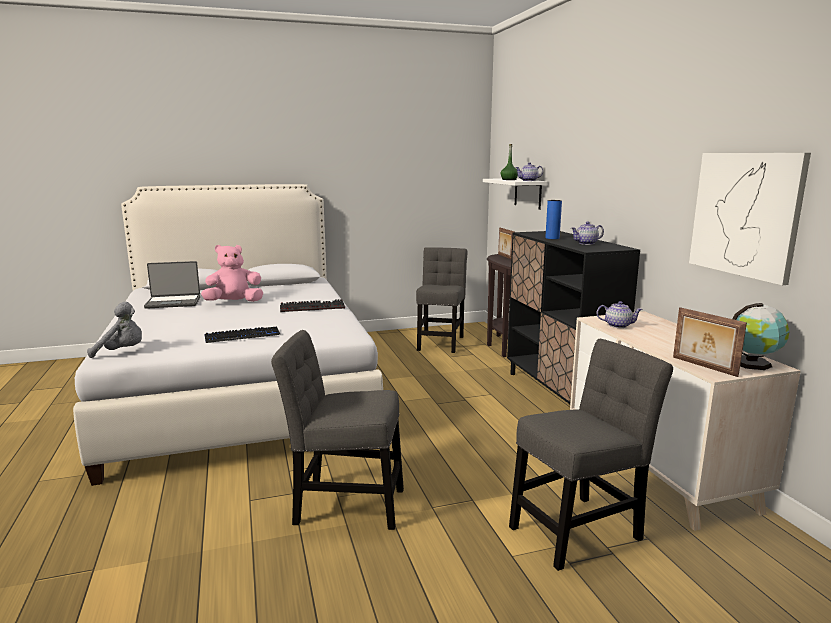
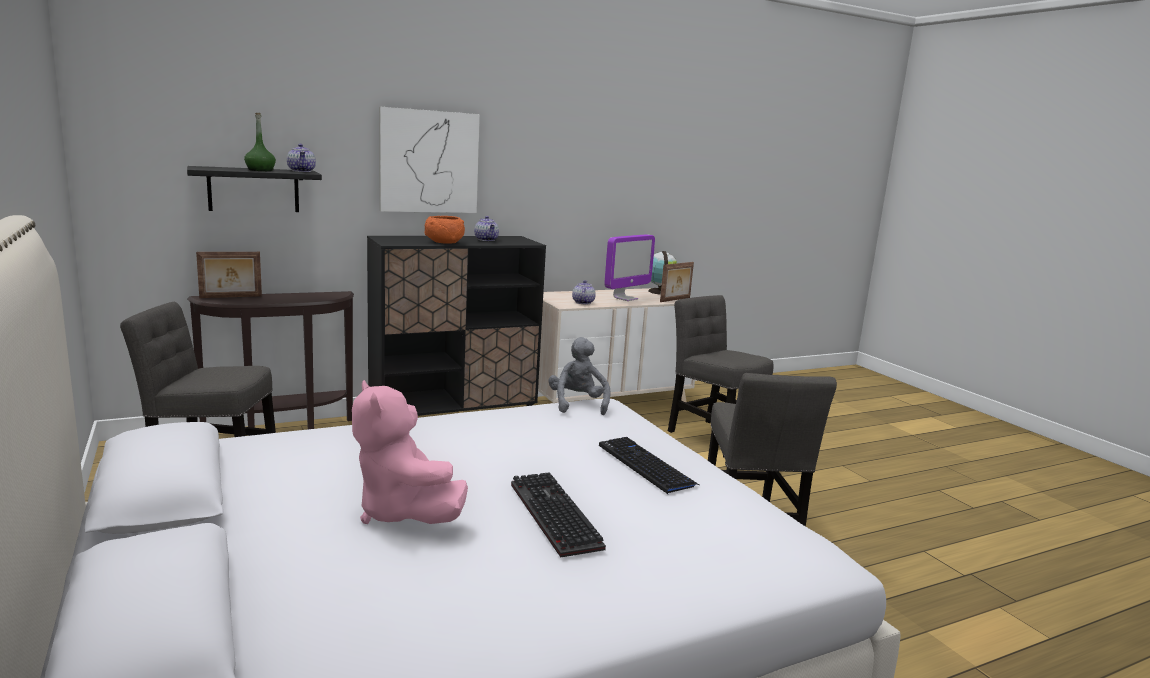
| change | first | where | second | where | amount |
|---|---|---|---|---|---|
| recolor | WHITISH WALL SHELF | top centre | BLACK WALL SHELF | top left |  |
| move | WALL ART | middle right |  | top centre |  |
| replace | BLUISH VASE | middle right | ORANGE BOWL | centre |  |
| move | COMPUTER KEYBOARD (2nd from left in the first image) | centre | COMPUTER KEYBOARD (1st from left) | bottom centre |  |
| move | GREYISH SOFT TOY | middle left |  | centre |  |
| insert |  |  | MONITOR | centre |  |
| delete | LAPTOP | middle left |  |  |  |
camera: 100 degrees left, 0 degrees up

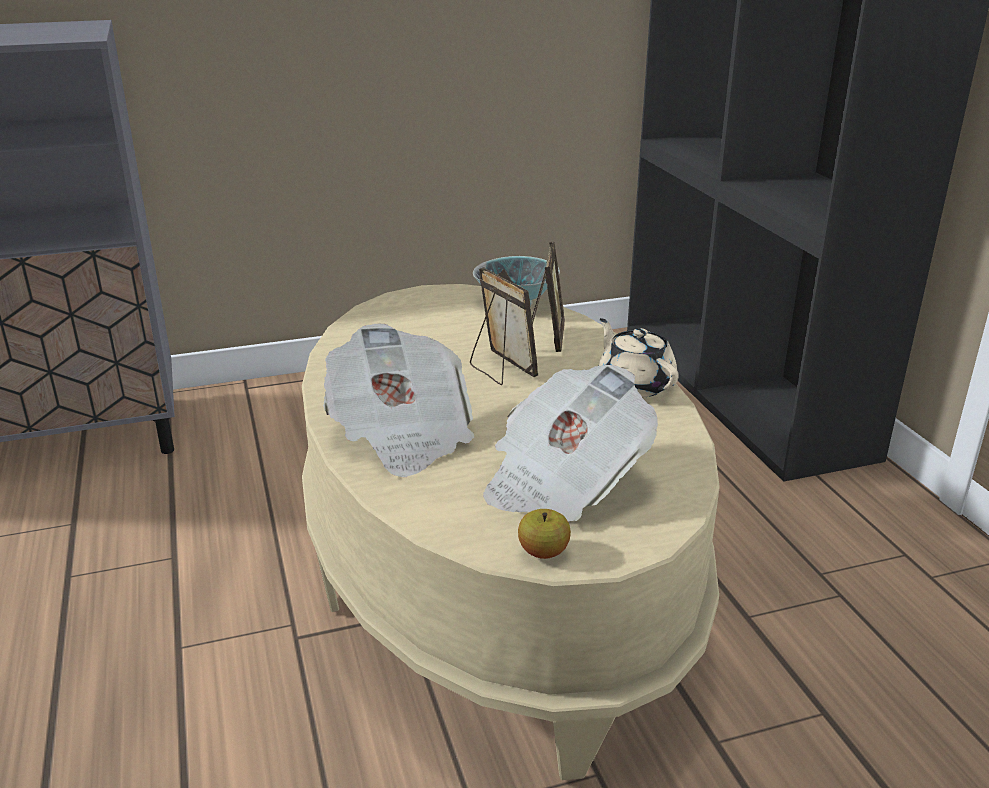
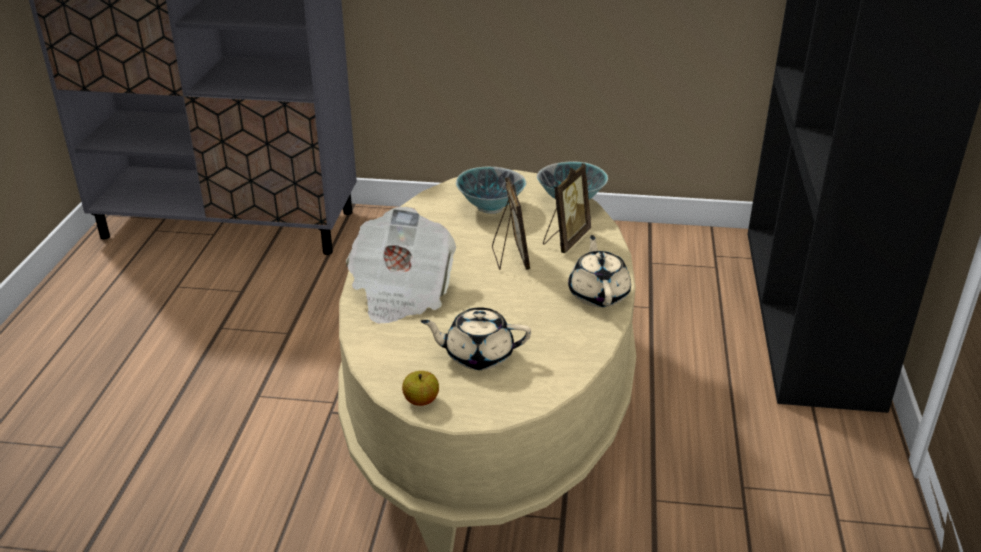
| change | first | where | second | where | amount |
|---|---|---|---|---|---|
| replace | PRINTED PAPER (2nd from left) | centre | BEIGE TEA POT (1st from left) | centre |  |
| insert |  |  | BOWL (1st from left) | centre |  |
camera: 25 degrees right, 5 degrees up

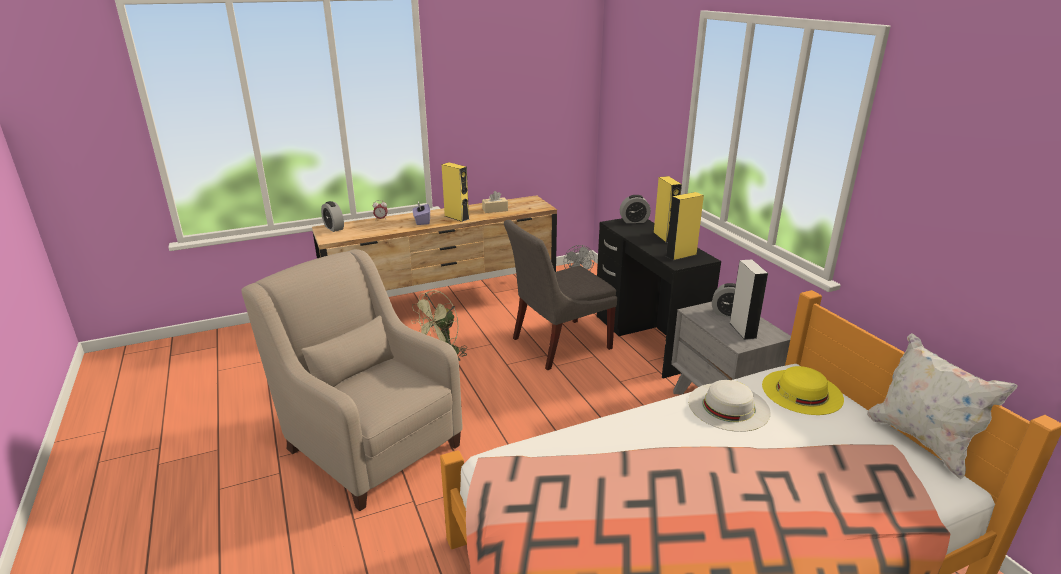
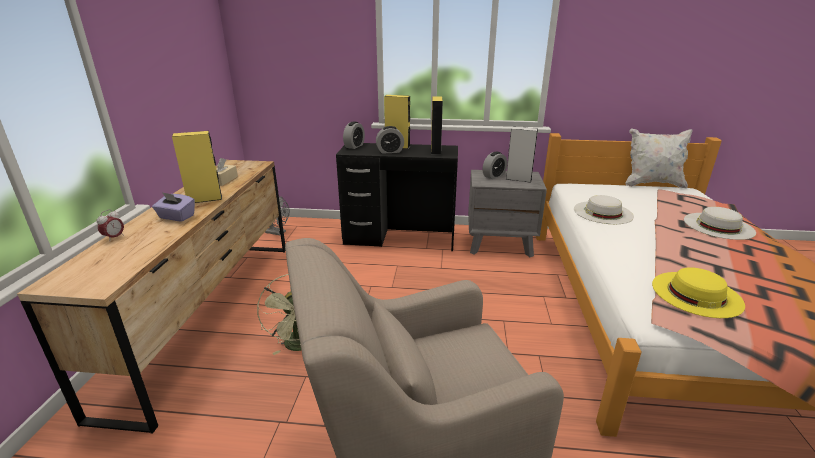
| change | first | where | second | where | amount |
|---|---|---|---|---|---|
| move | TABLE CLOCK (1st from left in the first image) | middle left | TABLE CLOCK (3rd from left) | top centre |  |
| move | YELLOW CLOTHING HAT | bottom right |  | middle right |  |
| insert |  |  | WHITISH CLOTHING HAT (2nd from left) | middle right |  |
| delete | GREYISH UPRIGHT CHAIR | centre |  |  |  |
camera: 60 degrees left, 0 degrees up

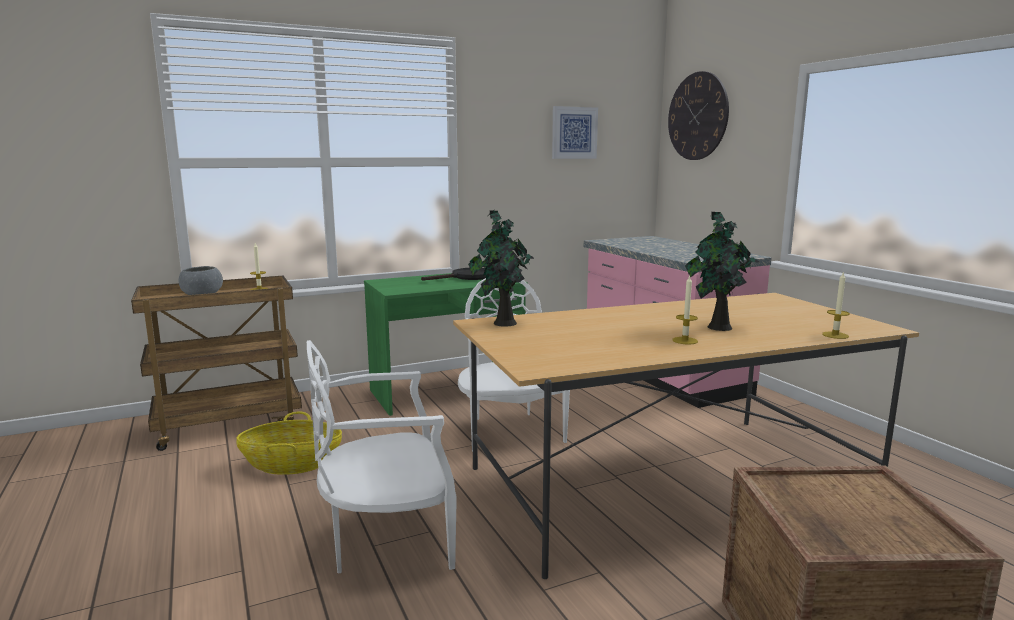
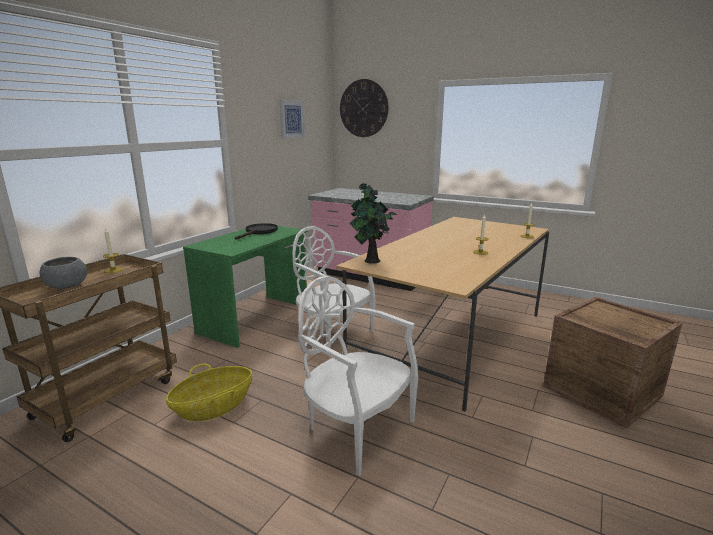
| change | first | where | second | where | amount |
|---|---|---|---|---|---|
| rotate | WHITISH UPRIGHT CHAIR (1st from left in the first image) | bottom centre | WHITISH UPRIGHT CHAIR (2nd from left) | bottom centre | 90 degrees clockwise |
| delete | PLANT IN A POT (2nd from left) | middle right |  |  |  |
camera: 35 degrees left, 5 degrees up

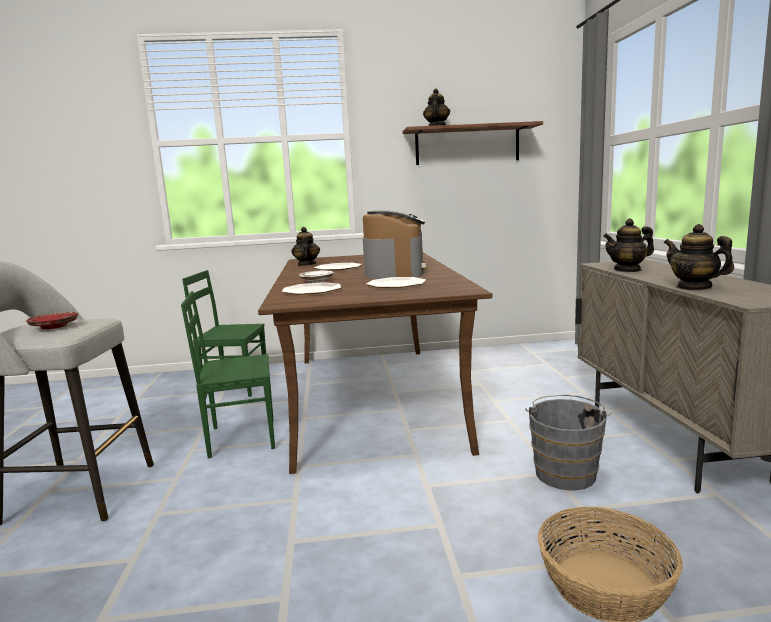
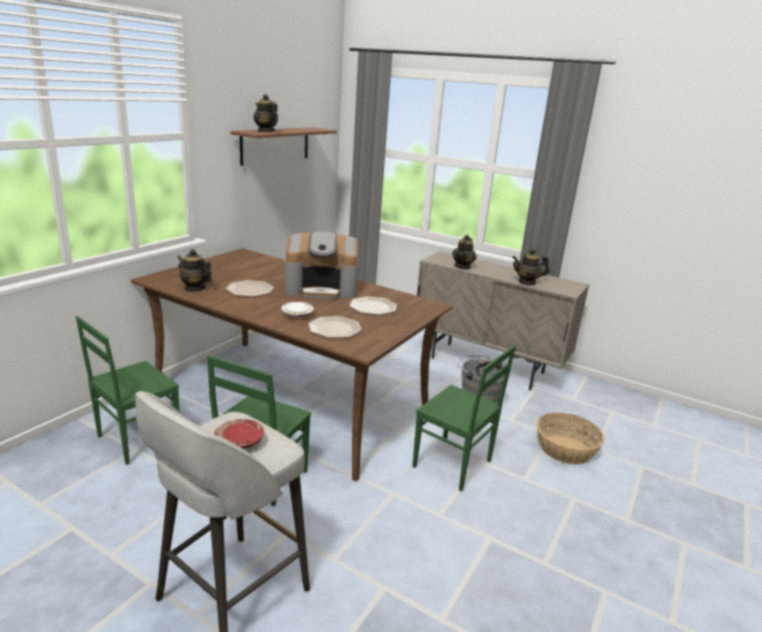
| change | first | where | second | where | amount |
|---|---|---|---|---|---|
| rotate | COFFEE BREWER | centre |  | centre | 135 degrees clockwise |
| insert |  |  | GREEN-COLOURED UPRIGHT CHAIR (3rd from left) | centre |  |
camera: 55 degrees left, 10 degrees up

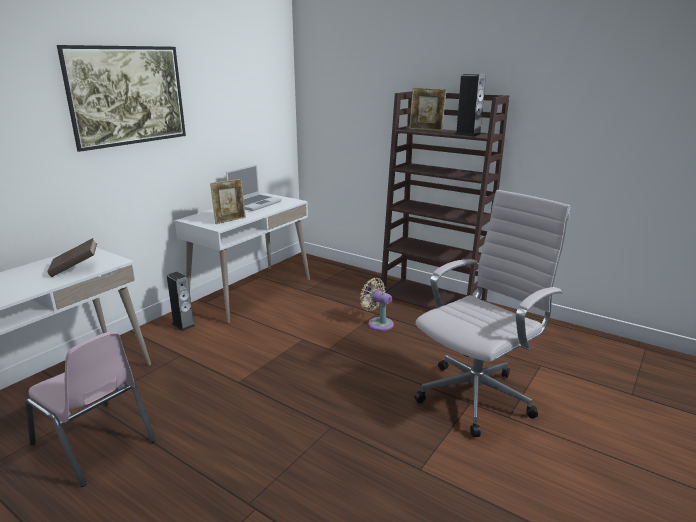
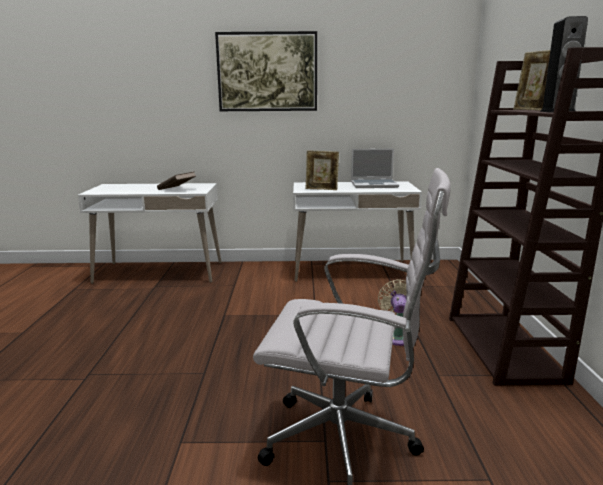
| change | first | where | second | where | amount |
|---|---|---|---|---|---|
| delete | PINK-COLOURED UPRIGHT CHAIR | bottom left |  |  |  |
| delete | LOUDSPEAKER (1st from left) | middle left |  |  |  |
camera: 55 degrees right, 5 degrees down

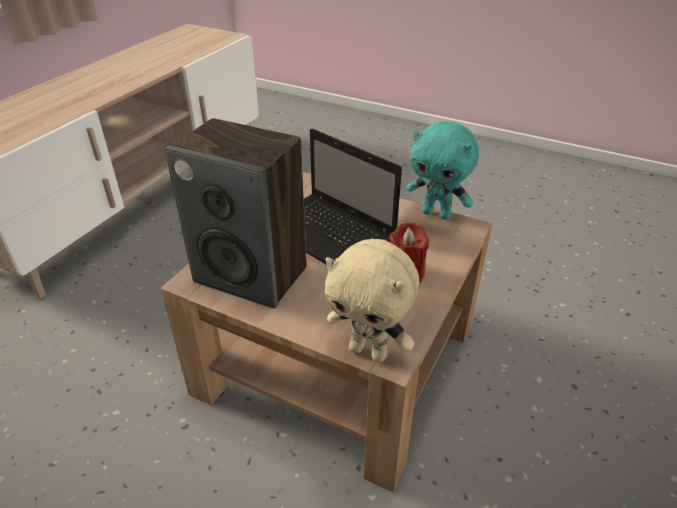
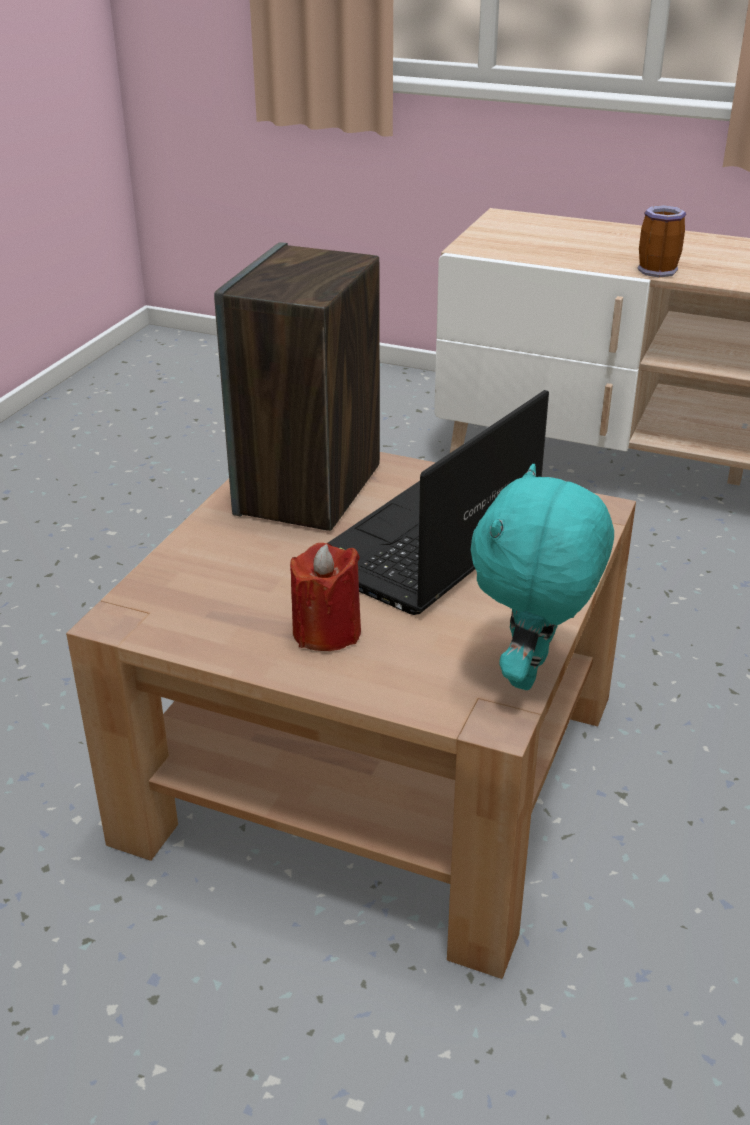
| change | first | where | second | where | amount |
|---|---|---|---|---|---|
| insert |  |  | MUG | top right |  |
| delete | BEIGE SOFT TOY | centre |  |  |  |
camera: 85 degrees right, 5 degrees down

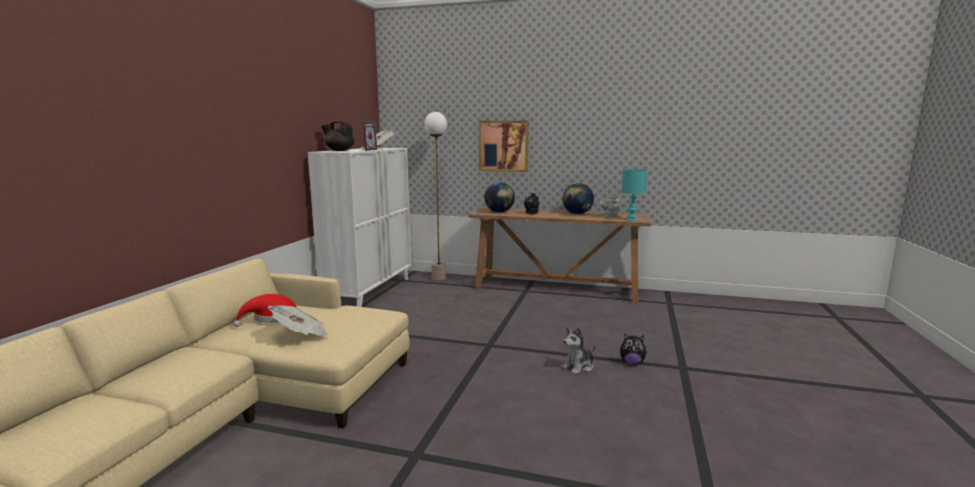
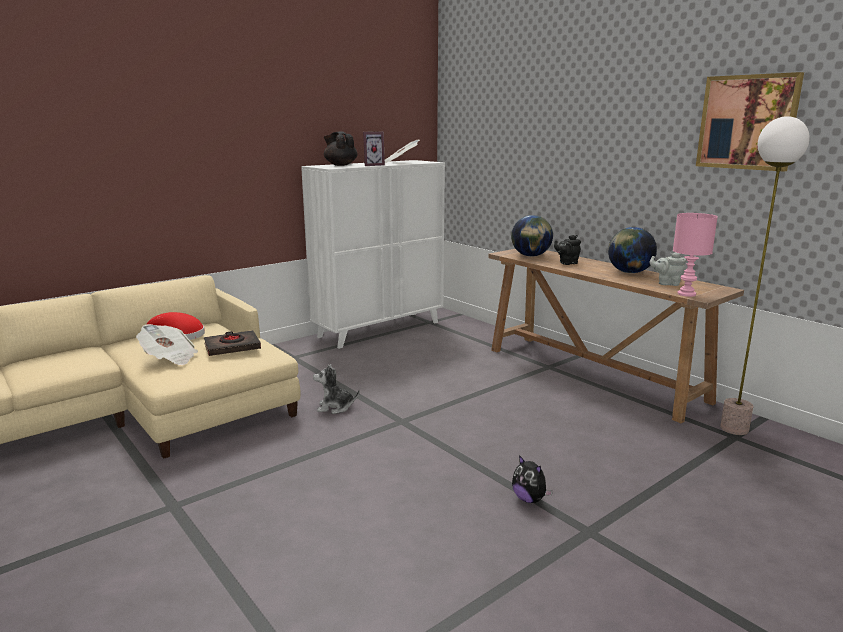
| change | first | where | second | where | amount |
|---|---|---|---|---|---|
| insert |  |  | BLACK VOLUME | middle left |  |
| move | SOFT TOY (1st from left) | bottom centre |  | centre |  |
| recolor | TURQUOISE-COLOURED TABLETOP LAMP | centre | PINK-COLOURED TABLETOP LAMP | middle right |  |
| move | WALL ART | top centre |  | top right |  |
| move | STANDING LAMP | centre |  | middle right |  |
camera: 35 degrees right, 5 degrees up

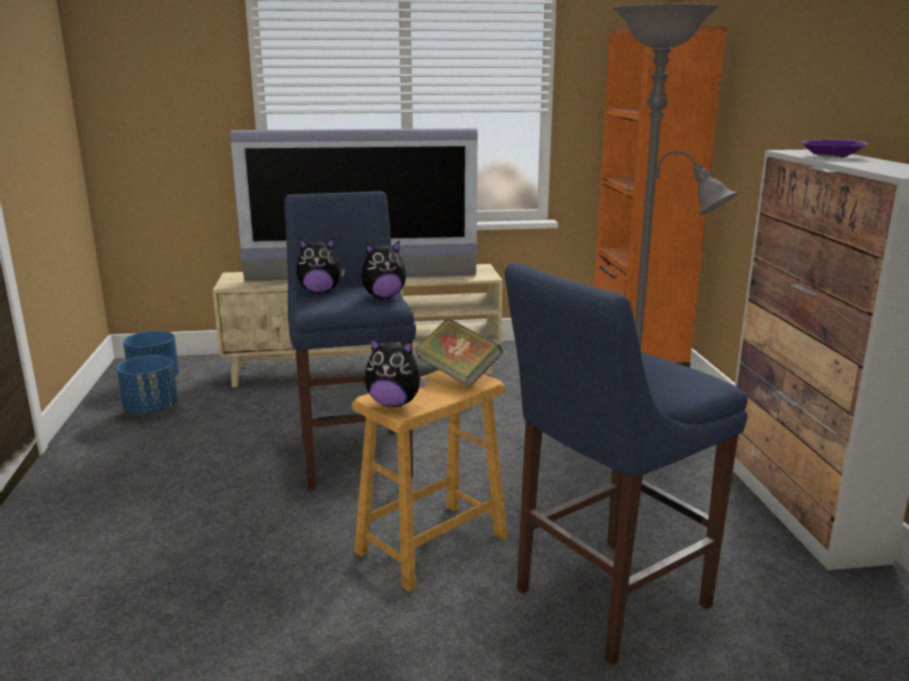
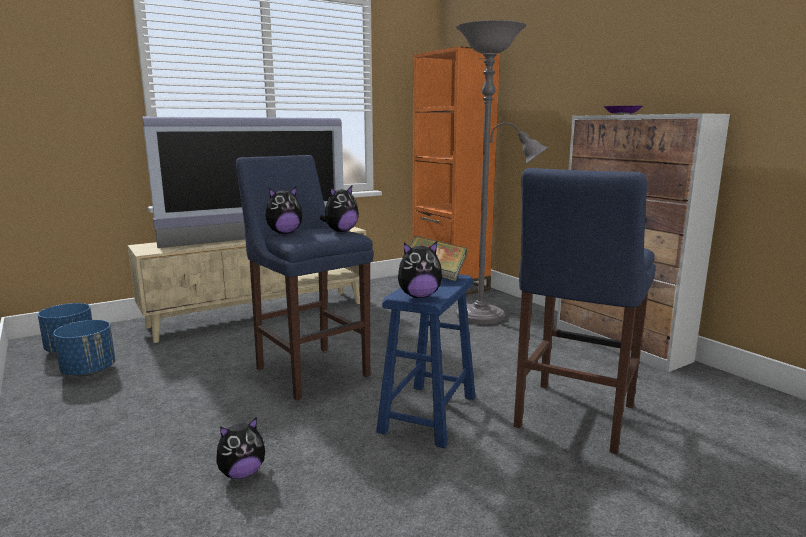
| change | first | where | second | where | amount |
|---|---|---|---|---|---|
| insert |  |  | SOFT TOY (1st from left) | bottom left |  |
| recolor | BROWNISH SITTING STOOL | bottom centre | BLUISH SITTING STOOL (2nd from left) | bottom centre |  |
camera: 25 degrees left, 5 degrees down

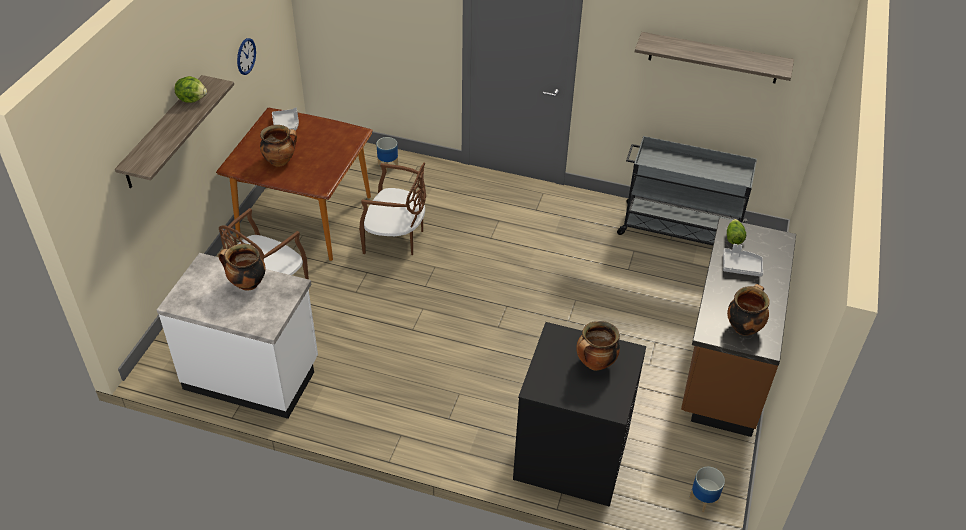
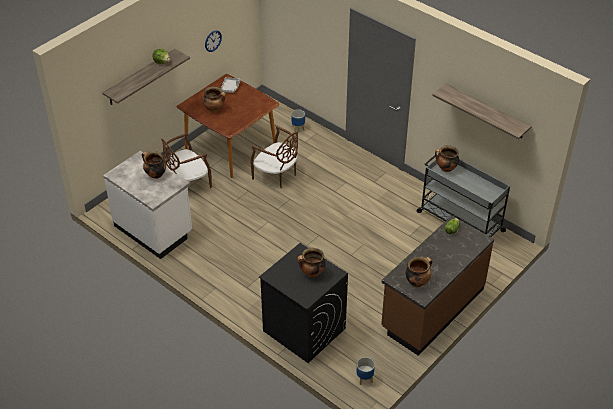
| change | first | where | second | where | amount |
|---|---|---|---|---|---|
| insert |  |  | SAUCEPOT (5th from left) | middle right |  |
| delete | GREYISH SERVING TRAY (2nd from left) | middle right |  |  |  |
camera: 25 degrees right, 0 degrees up

